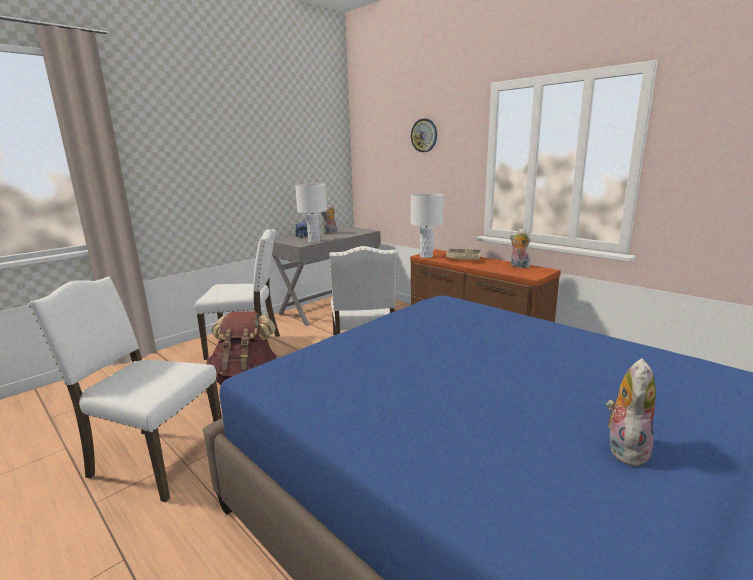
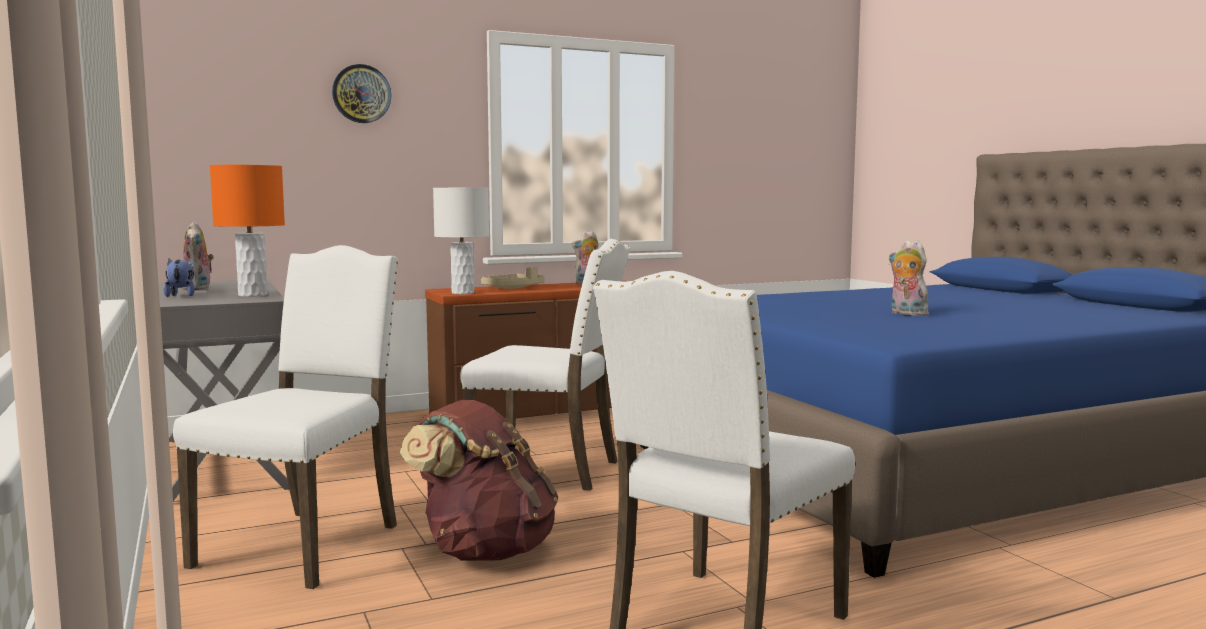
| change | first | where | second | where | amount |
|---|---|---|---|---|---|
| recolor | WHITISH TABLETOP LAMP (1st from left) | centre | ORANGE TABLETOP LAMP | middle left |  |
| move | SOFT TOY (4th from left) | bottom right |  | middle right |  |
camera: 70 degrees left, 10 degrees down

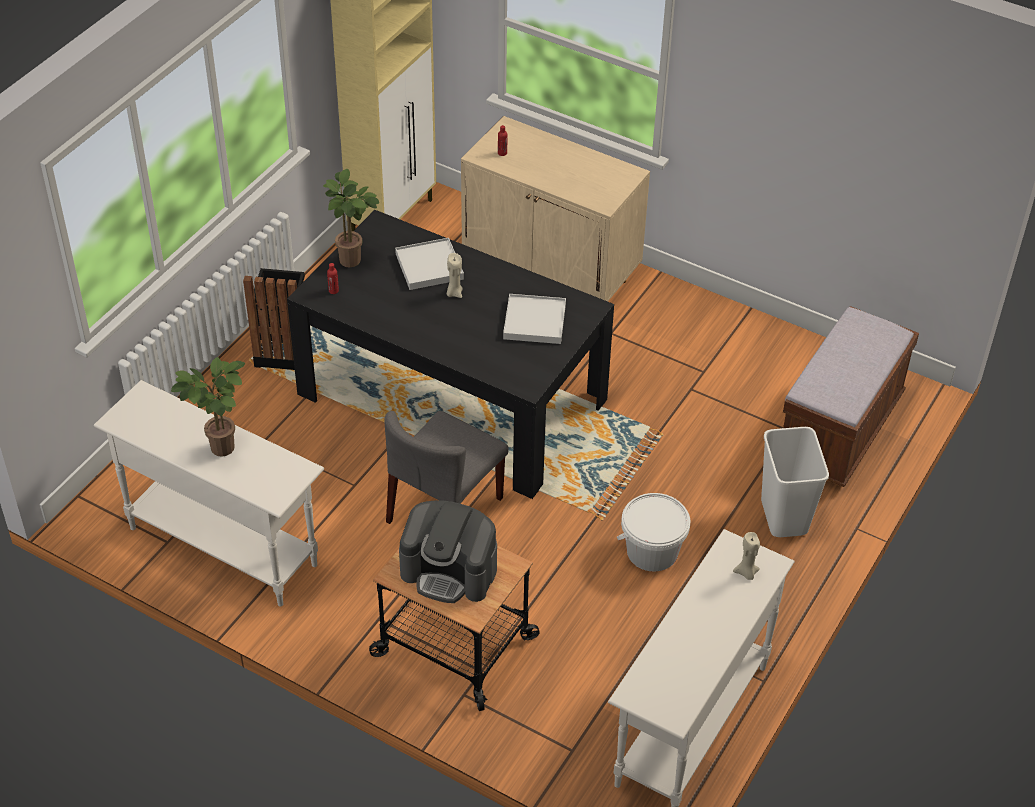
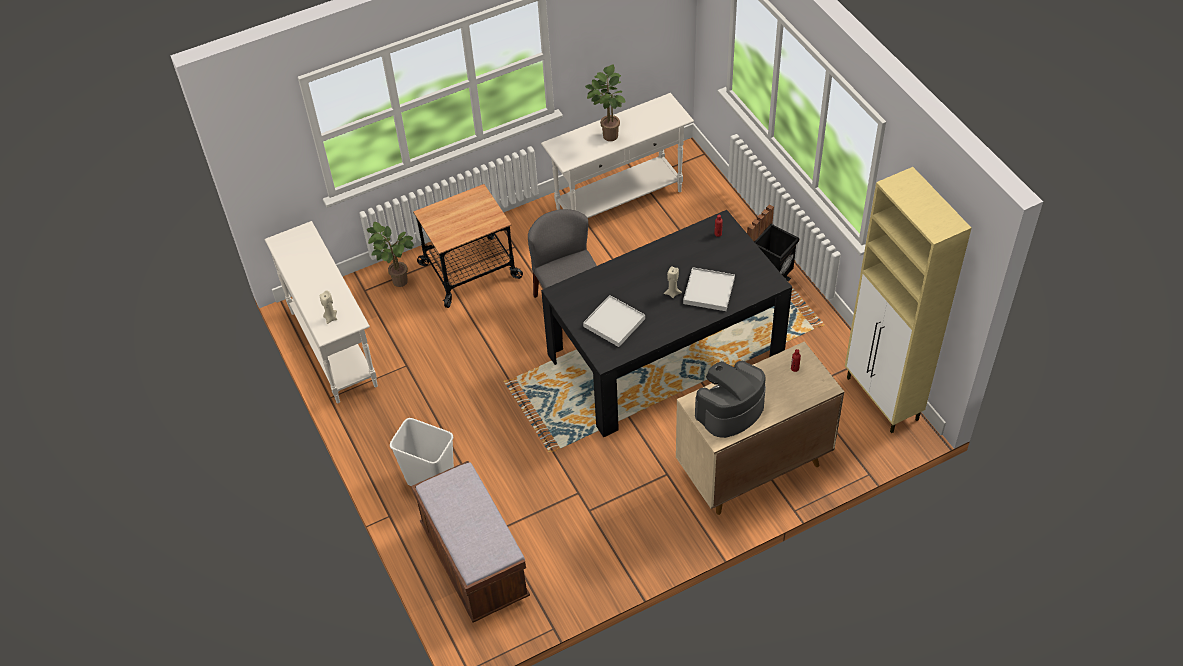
| change | first | where | second | where | amount |
|---|---|---|---|---|---|
| move | PLANT IN A POT (2nd from left in the first image) | top centre | PLANT IN A POT (1st from left) | middle left |  |
| move | COFFEE BREWER | bottom centre |  | centre |  |
| delete | WHITISH BUCKET | centre |  |  |  |
camera: 125 degrees right, 5 degrees up

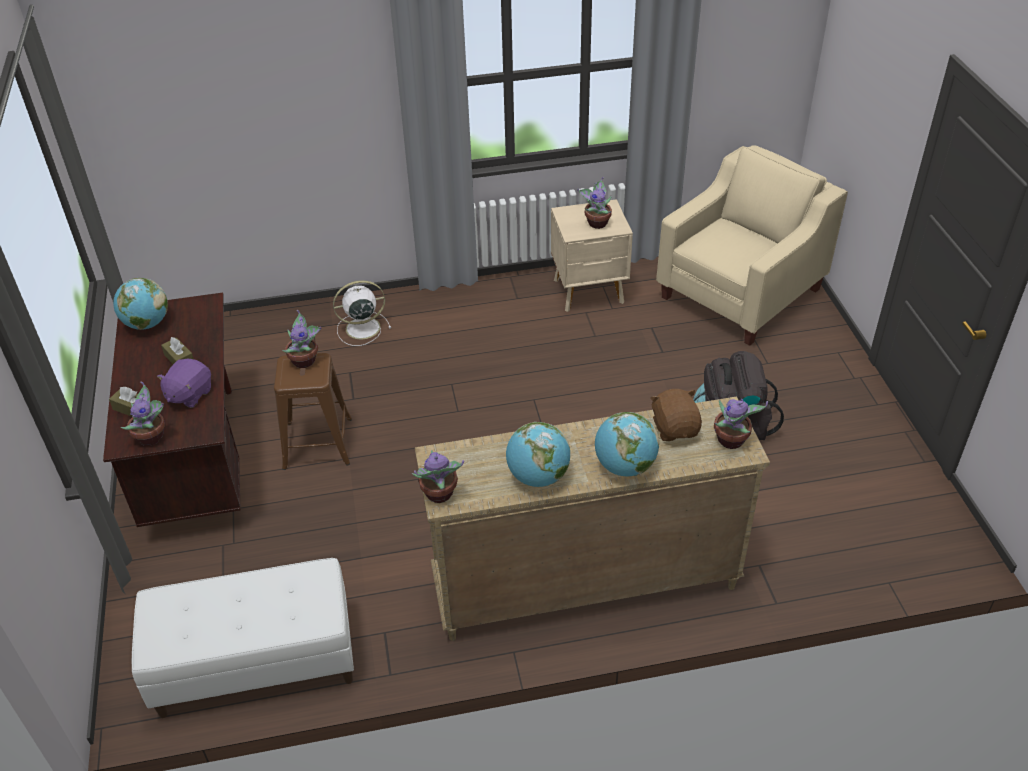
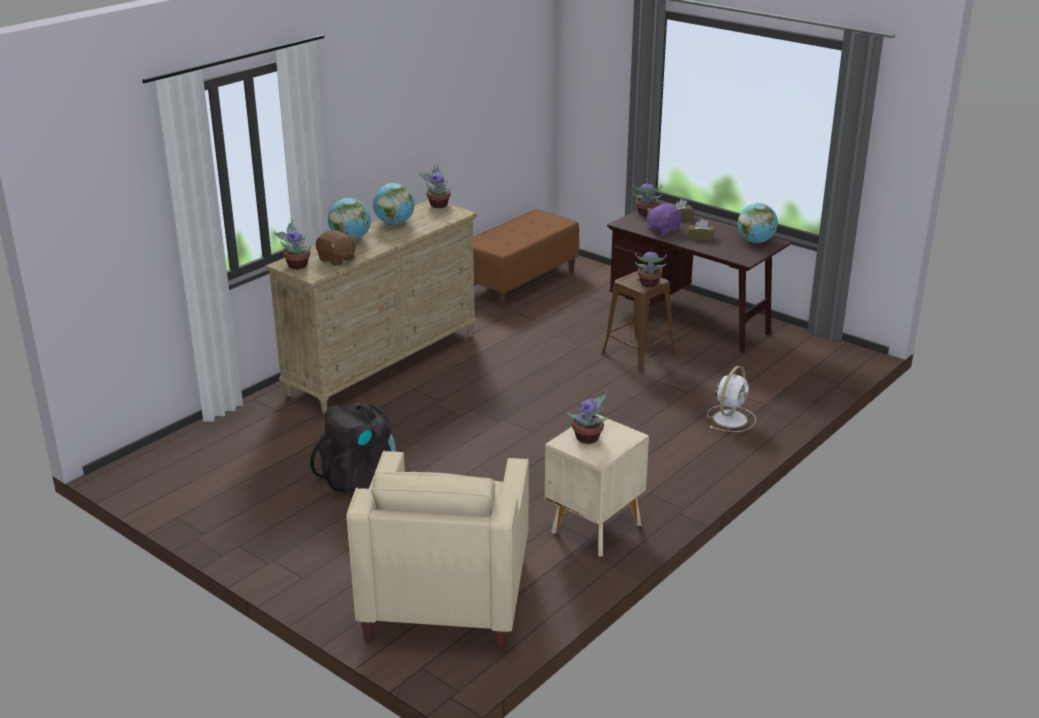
| change | first | where | second | where | amount |
|---|---|---|---|---|---|
| recolor | WHITISH BENCH | bottom left | BROWNISH BENCH | centre |  |
| rotate | PURPLE SOFT TOY | middle left |  | top centre | 120 degrees counterclockwise |
camera: 140 degrees right, 15 degrees down

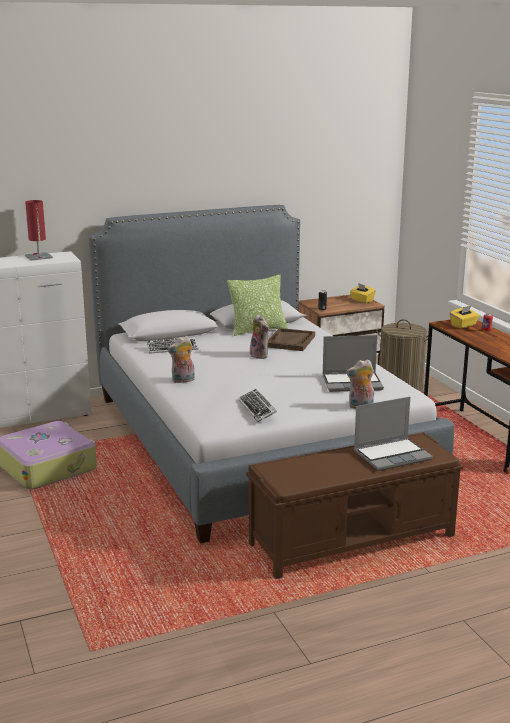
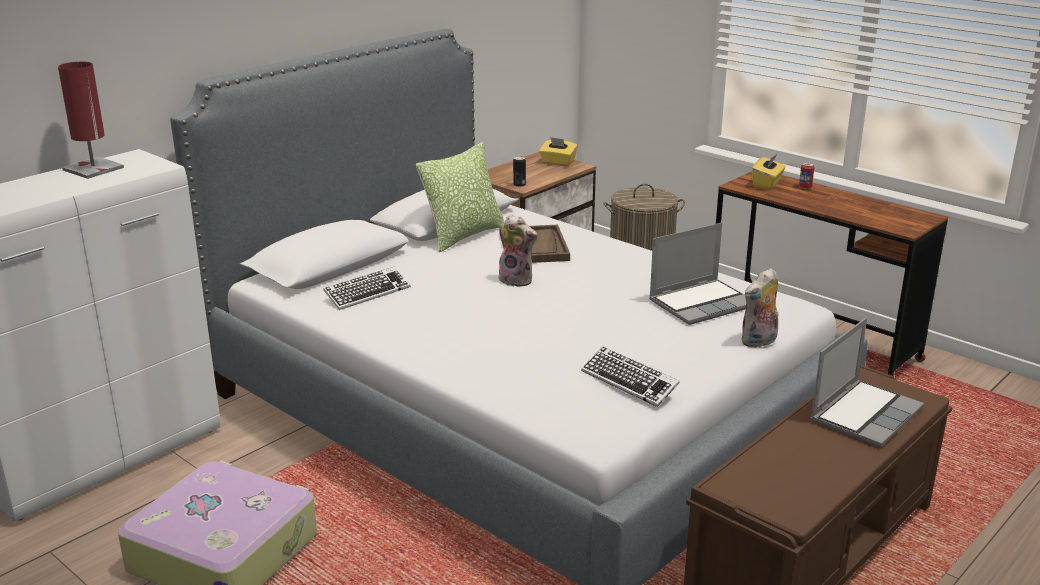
| change | first | where | second | where | amount |
|---|---|---|---|---|---|
| delete | SOFT TOY (1st from left) | centre |  |  |  |
camera: 25 degrees left, 5 degrees up

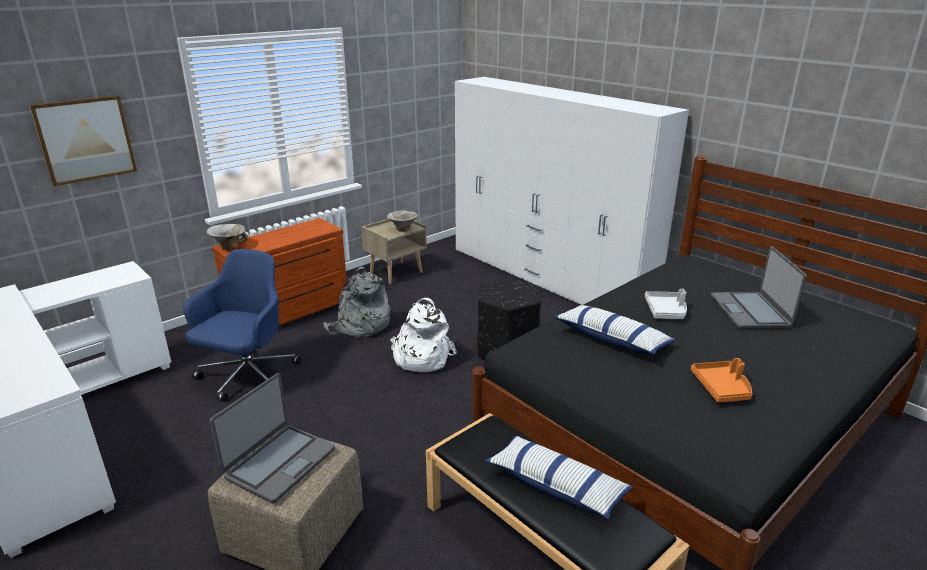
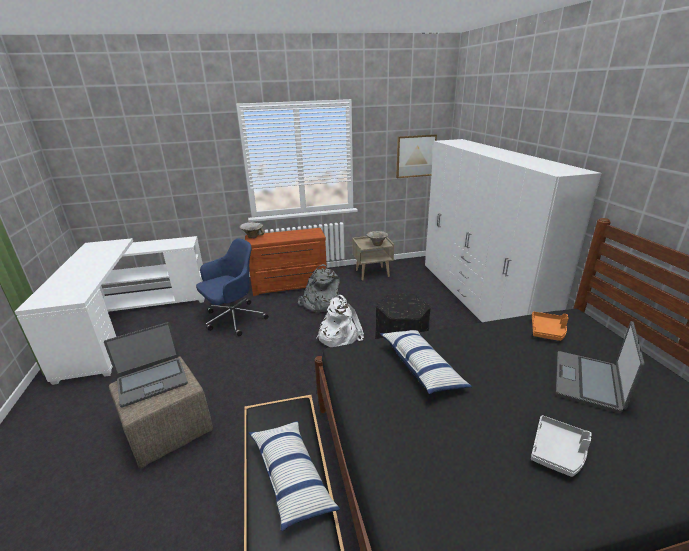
| change | first | where | second | where | amount |
|---|---|---|---|---|---|
| move | WALL ART | top left |  | top centre |  |
| move | GREYISH SERVING TRAY | middle right |  | bottom right |  |
| move | ORANGE SERVING TRAY | bottom right |  | middle right |  |
camera: 30 degrees right, 0 degrees up

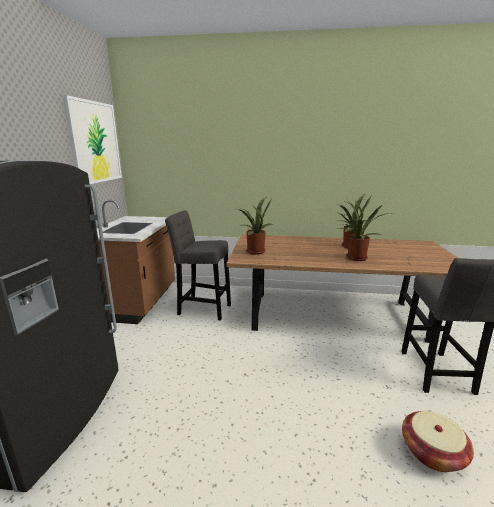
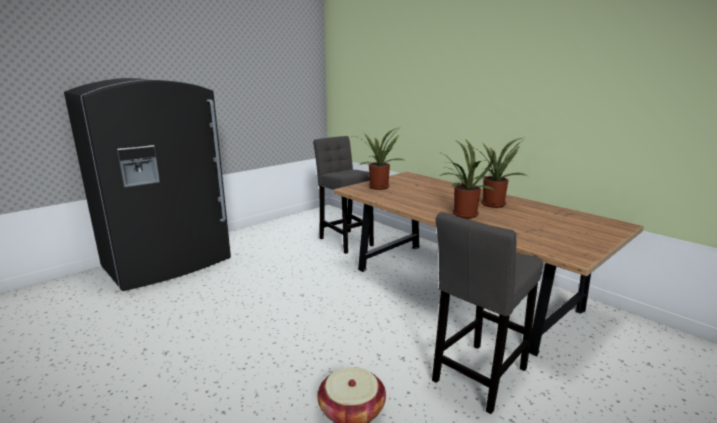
| change | first | where | second | where | amount |
|---|---|---|---|---|---|
| delete | WALL ART | top left |  |  |  |
| delete | BROWNISH COUNTER | middle left |  |  |  |
camera: 40 degrees right, 0 degrees up

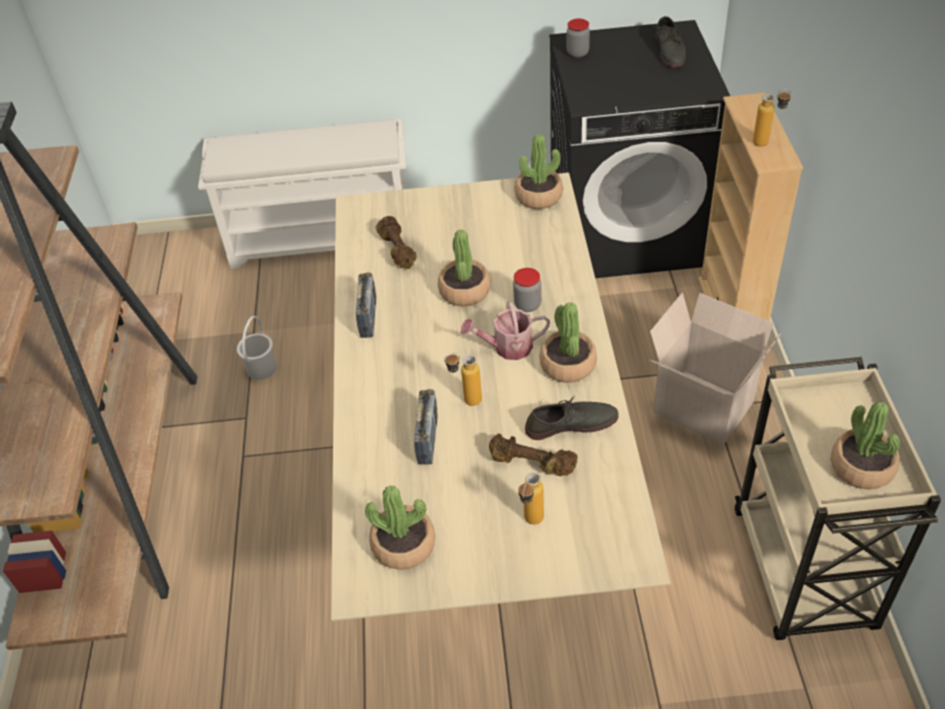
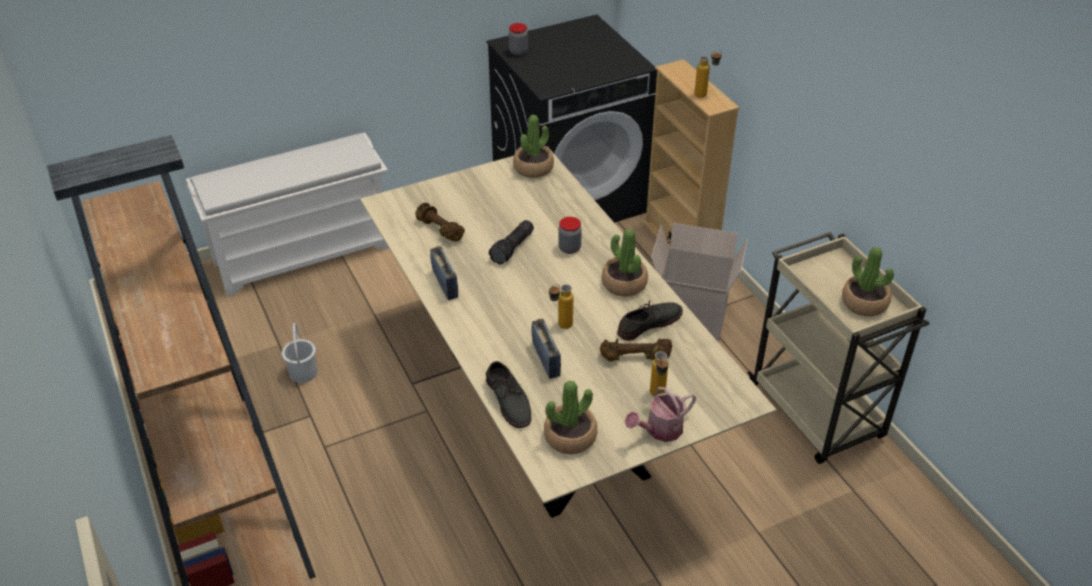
| change | first | where | second | where | amount |
|---|---|---|---|---|---|
| move | GREYISH ITEM OF FOOTWEAR (2nd from left in the first image) | top right | GREYISH ITEM OF FOOTWEAR (1st from left) | bottom centre |  |
| replace | PLANT IN A POT (2nd from left) | centre | TORCH | centre |  |
| move | WATERING POT | centre |  | bottom centre |  |
camera: 25 degrees left, 5 degrees down

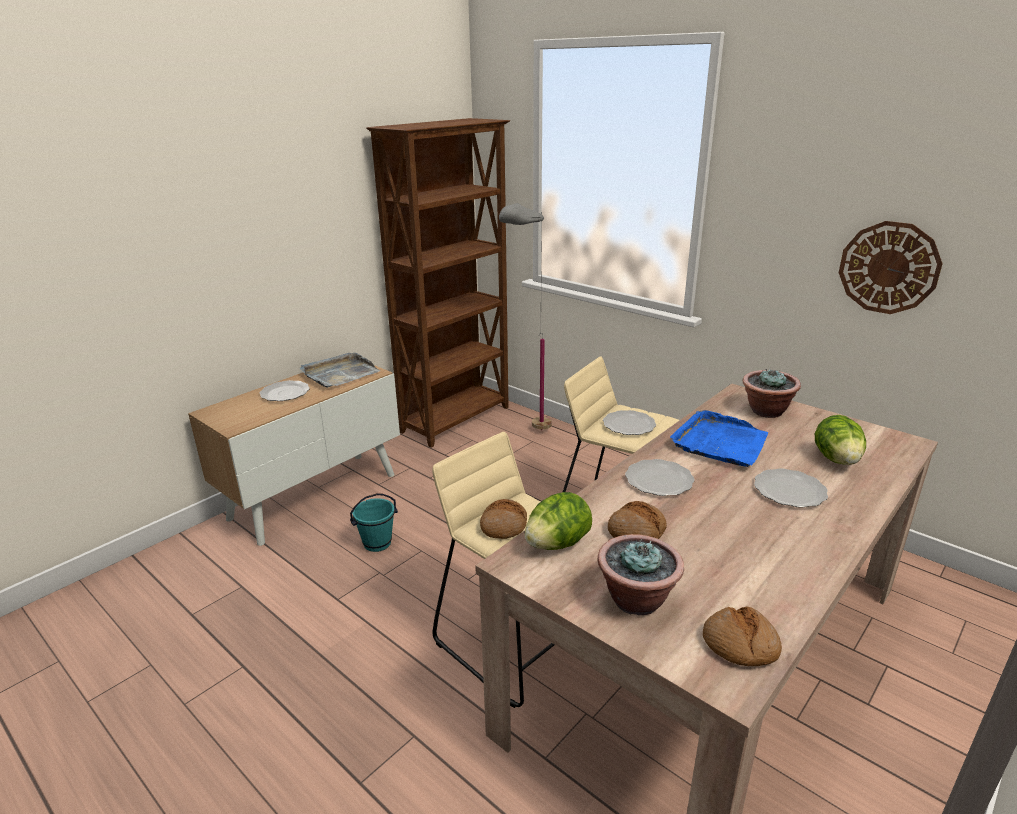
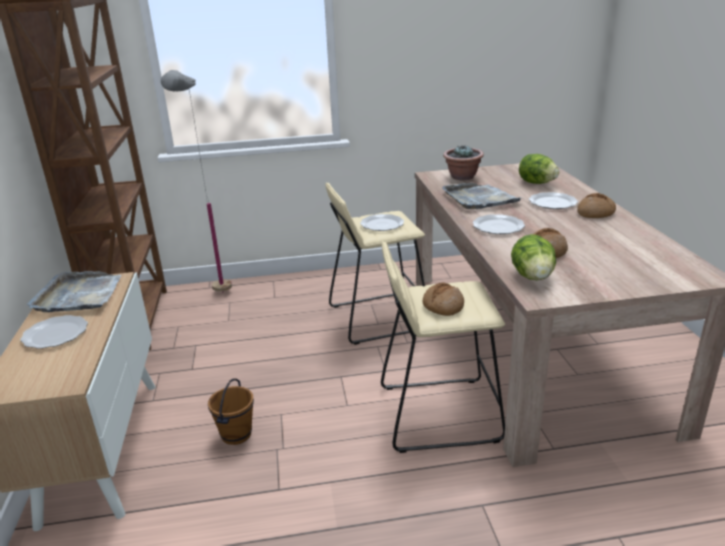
| change | first | where | second | where | amount |
|---|---|---|---|---|---|
| recolor | TURQUOISE-COLOURED BUCKET | centre | BROWNISH BUCKET | bottom left |  |
| recolor | BLUISH SERVING TRAY | middle right | GREYISH SERVING TRAY (2nd from left) | centre |  |
| move | BREAD (3rd from left) | bottom right |  | middle right |  |
| delete | PLANT IN A POT (1st from left) | bottom centre |  |  |  |
| delete | WALL CLOCK | top right |  |  |  |
camera: 50 degrees left, 0 degrees up

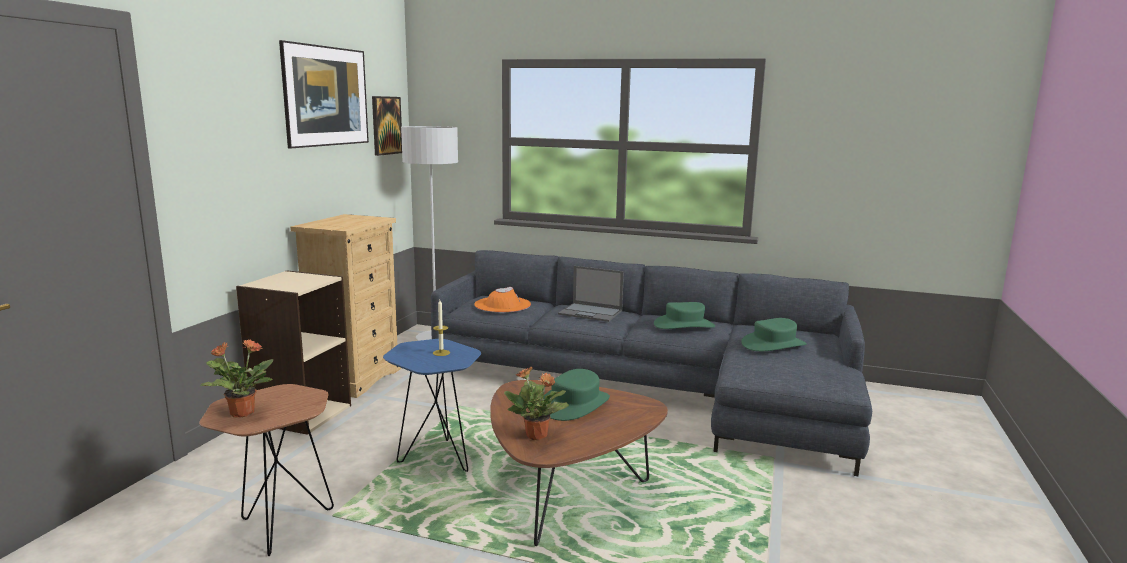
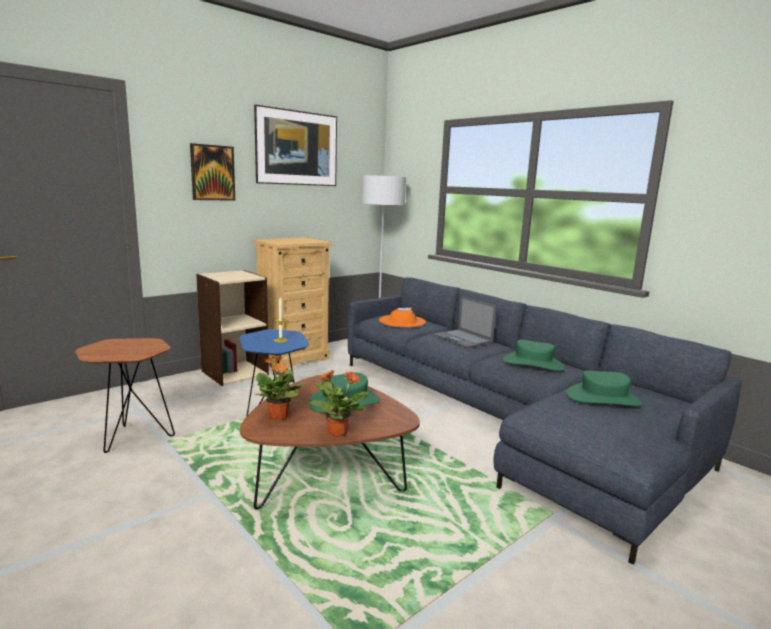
| change | first | where | second | where | amount |
|---|---|---|---|---|---|
| move | WALL ART (2nd from left in the first image) | top centre | WALL ART (1st from left) | top left |  |
| move | PLANT IN A POT (1st from left in the first image) | bottom left | PLANT IN A POT (2nd from left) | centre |  |
camera: 30 degrees right, 0 degrees up

